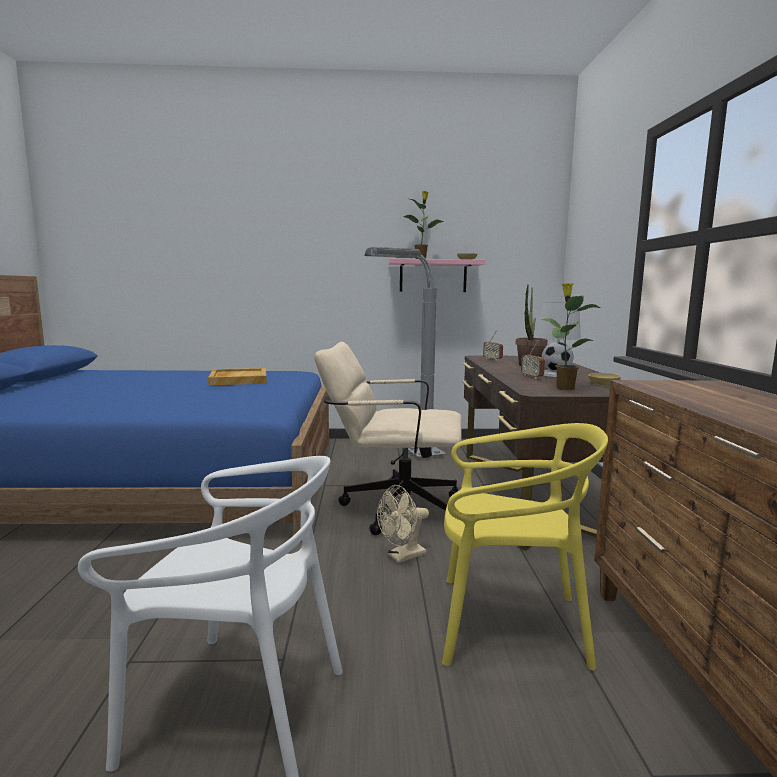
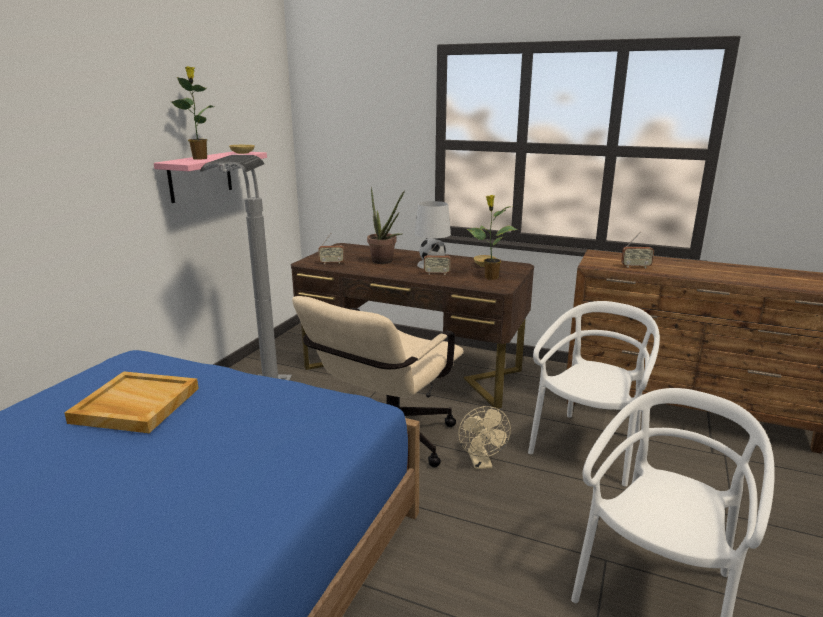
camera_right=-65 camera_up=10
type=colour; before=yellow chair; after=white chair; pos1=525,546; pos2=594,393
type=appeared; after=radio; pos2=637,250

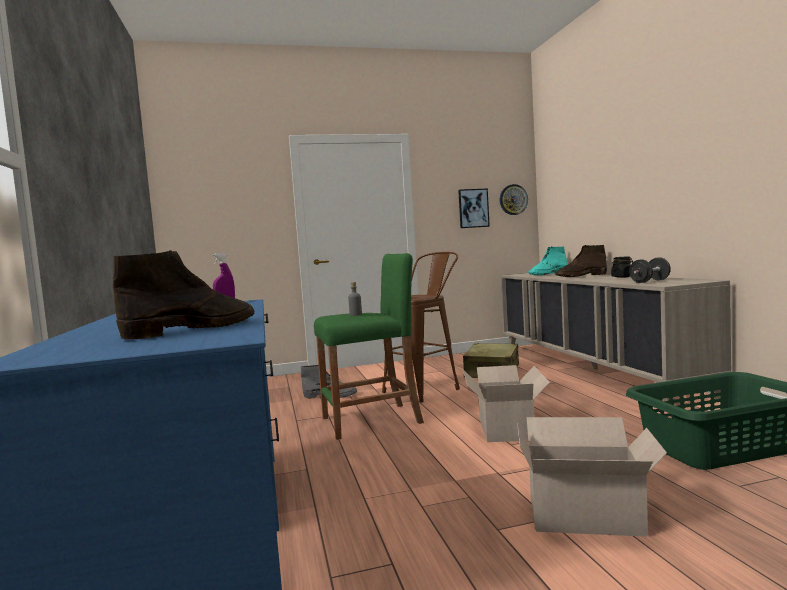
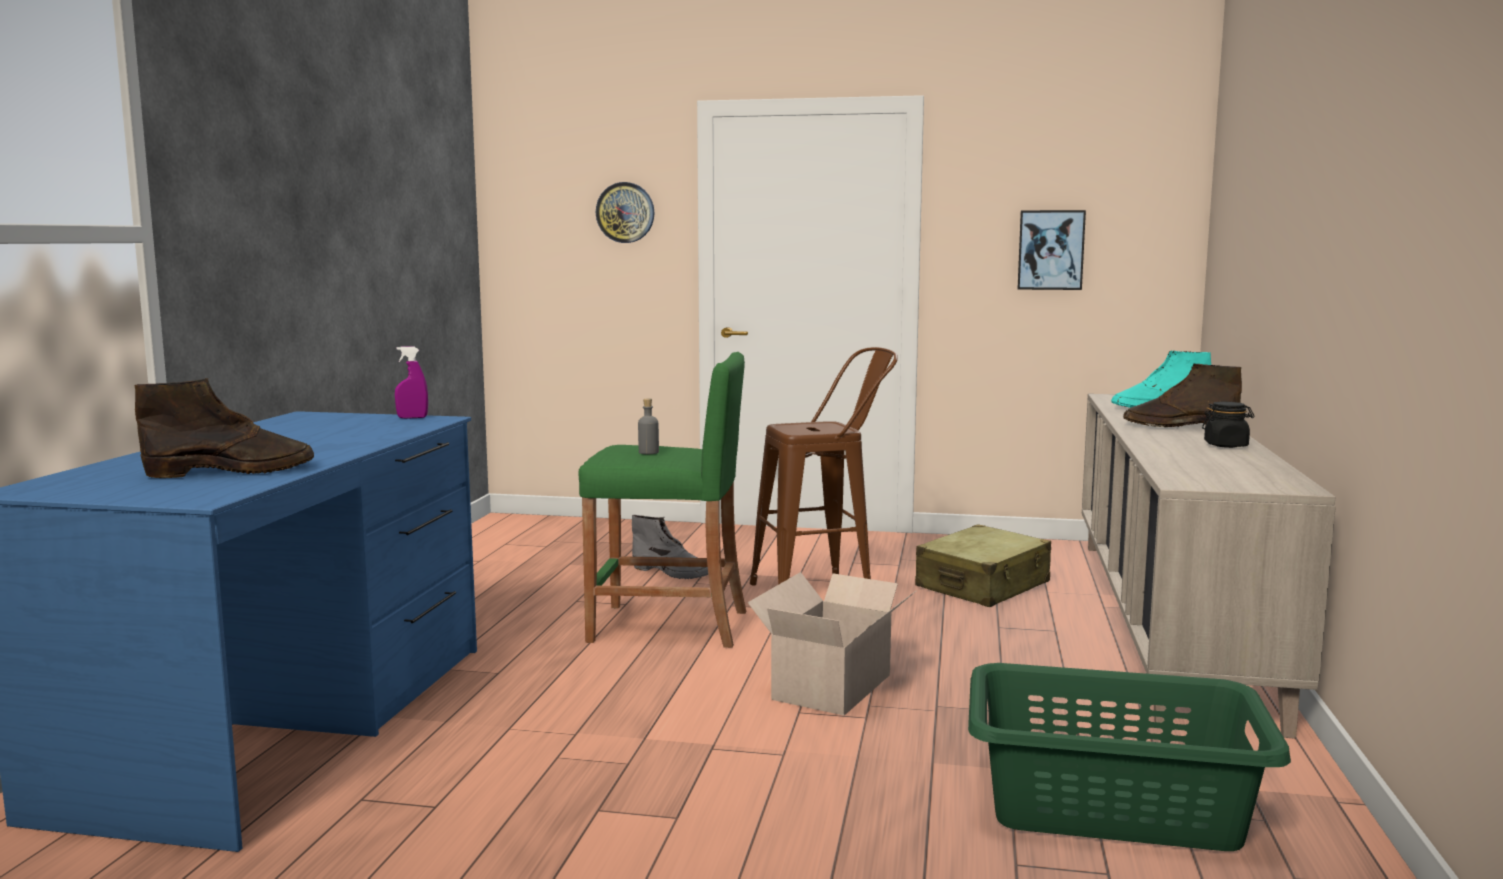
camera_right=25 camera_up=5
type=relocated; before=wall clock; pos1=514,199; pos2=625,212
type=missing; before=black dumbbell; pos1=650,270
type=missing; before=cardboard box; pos1=592,477

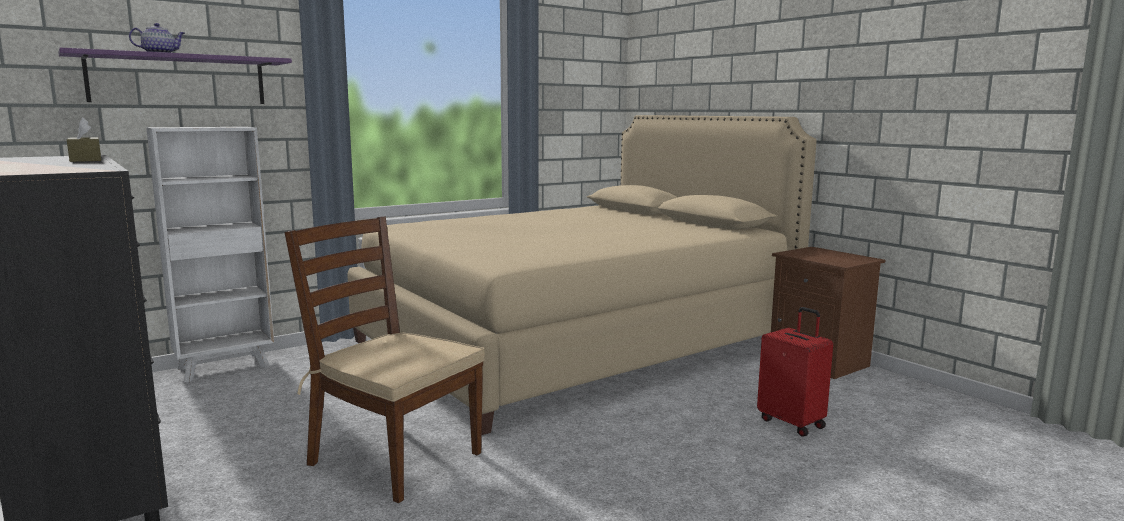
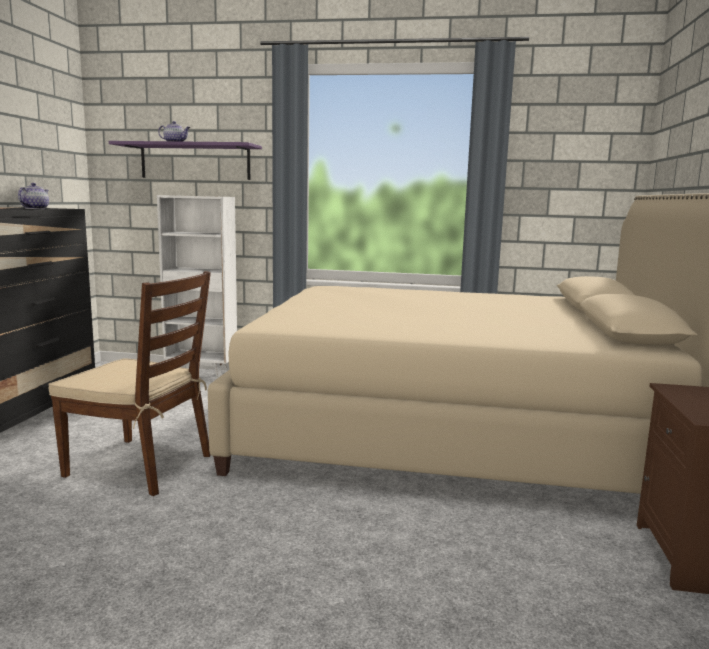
camera_right=45 camera_up=0
type=exchanged; before=brown tissue box; after=teapot; pos1=84,139; pos2=33,196
type=spun; before=brown chair; pos1=385,360; pos2=129,383; turn=120
type=missing; before=red suitcase; pos1=795,372

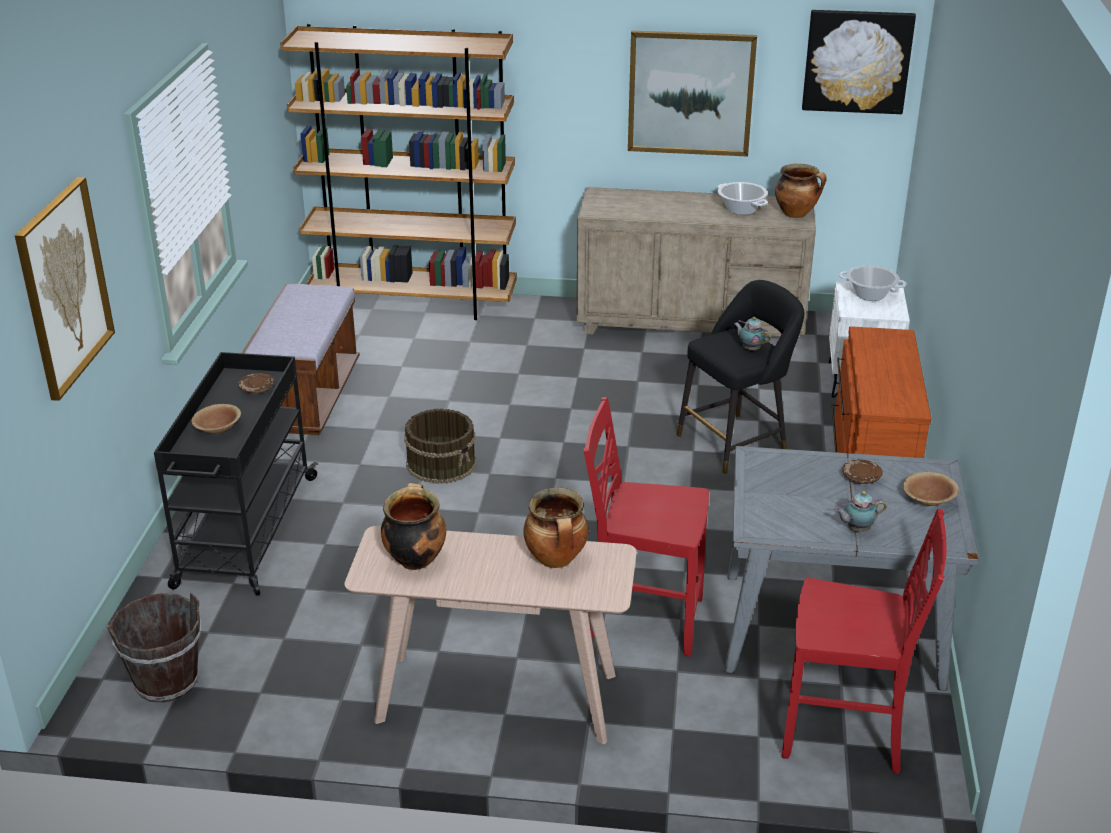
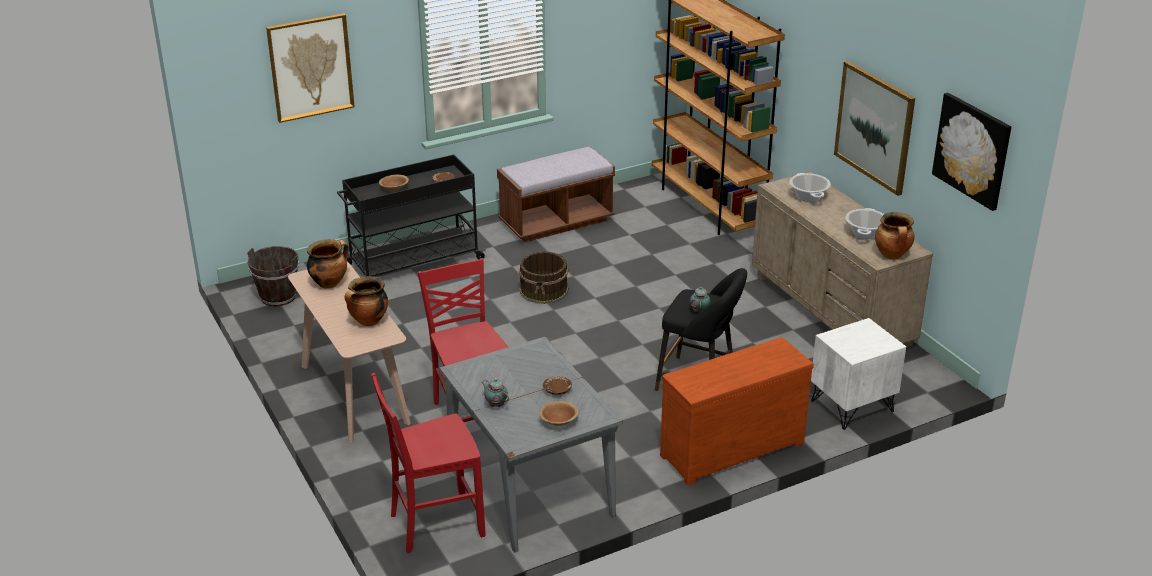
camera_right=55 camera_up=0
type=relocated; before=cooking pot; pos1=873,283; pos2=810,187
type=spun; before=red chair; pos1=864,641; pos2=428,463; turn=90

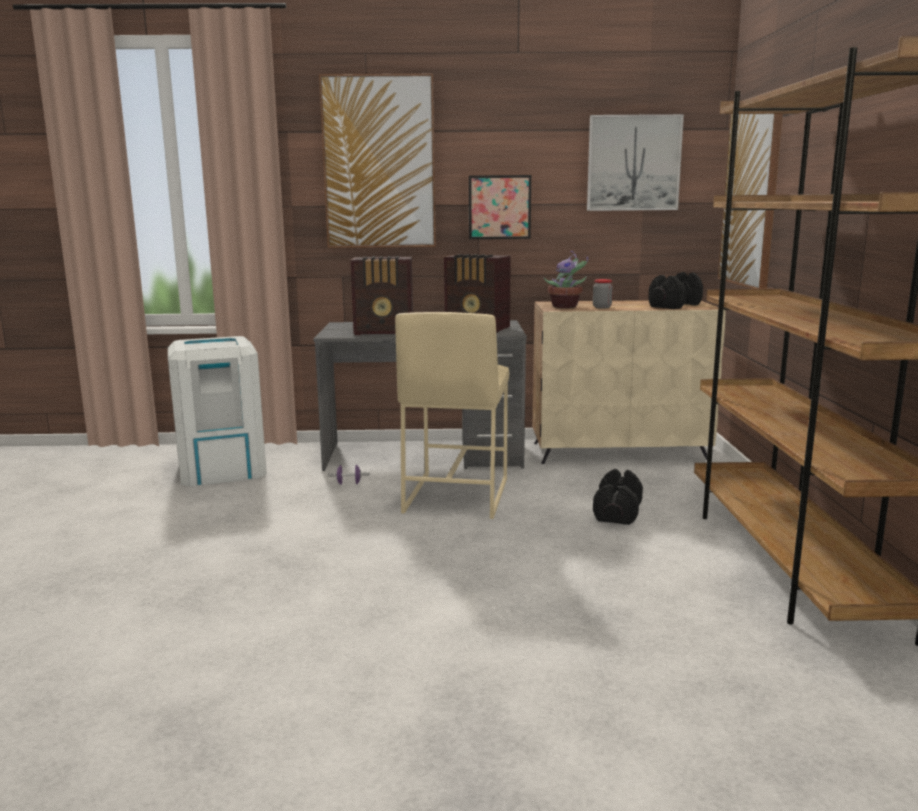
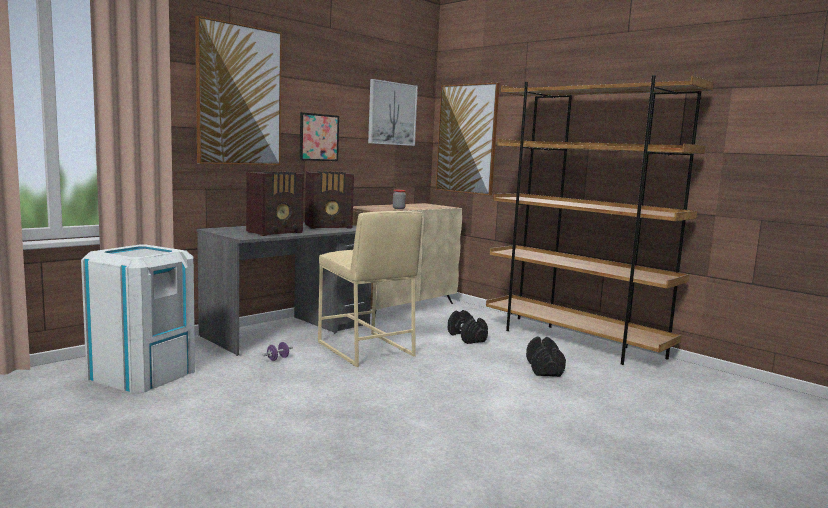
camera_right=-45 camera_up=-5
type=missing; before=potted plant; pos1=565,279
type=relocated; before=black dumbbell; pos1=675,290; pos2=546,356

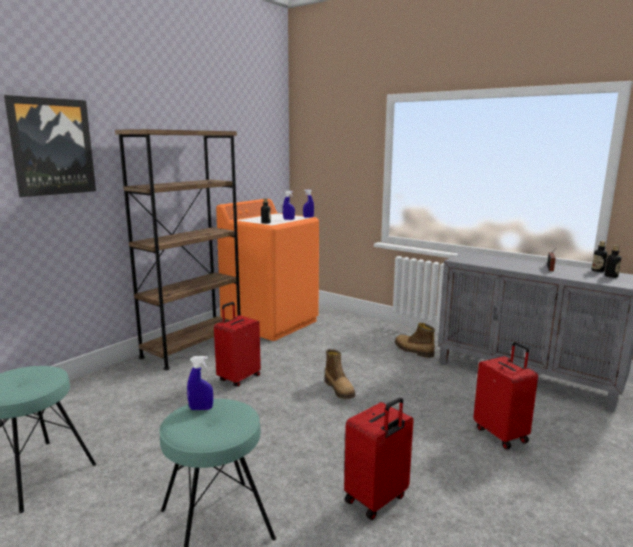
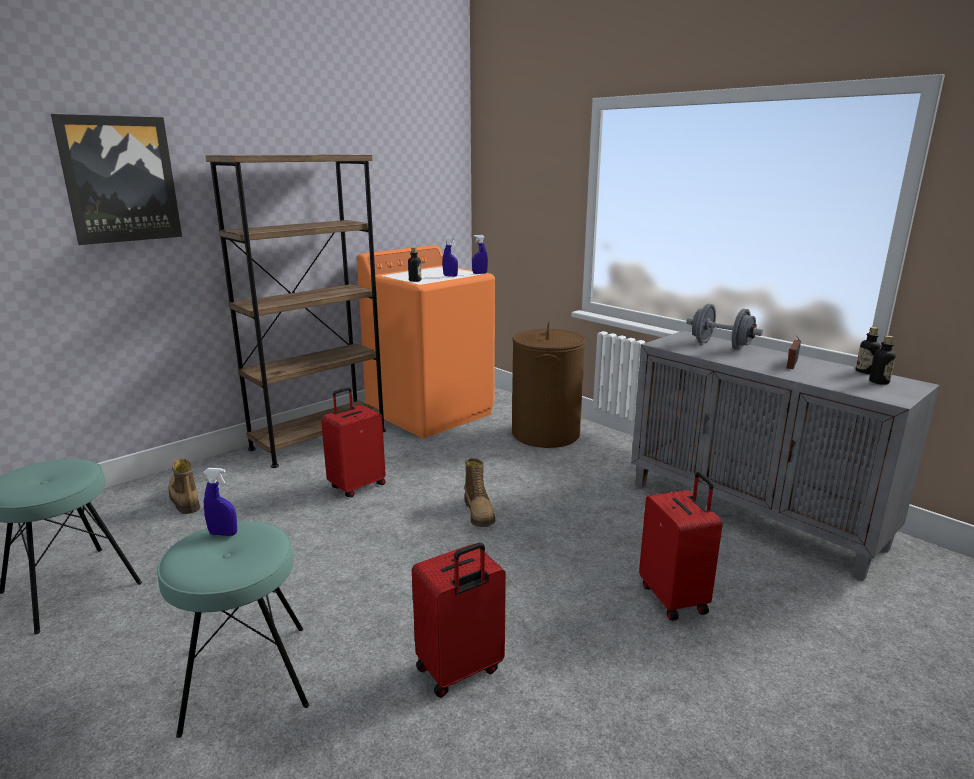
camera_right=10 camera_up=5
type=relocated; before=boot; pos1=415,340; pos2=184,486
type=appeared; after=grey dumbbell; pos2=724,327
type=appeared; after=brown laundry basket; pos2=548,384

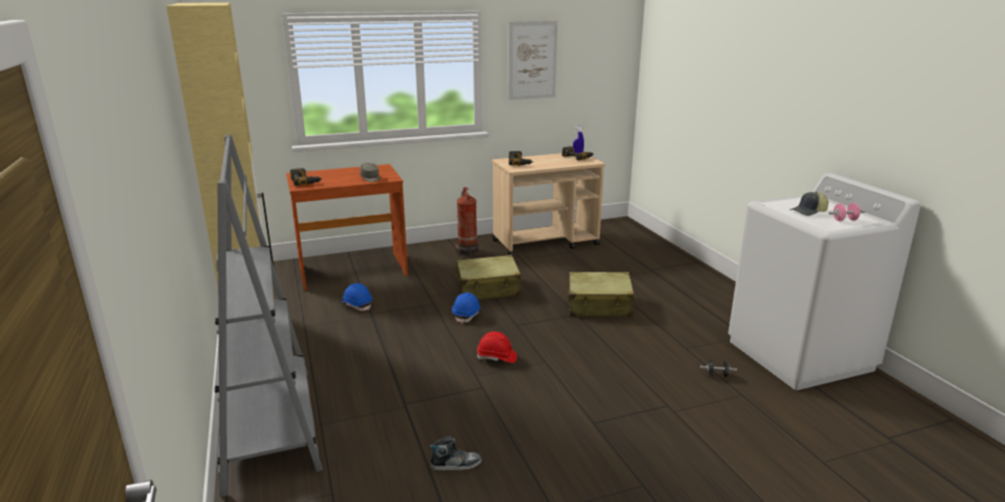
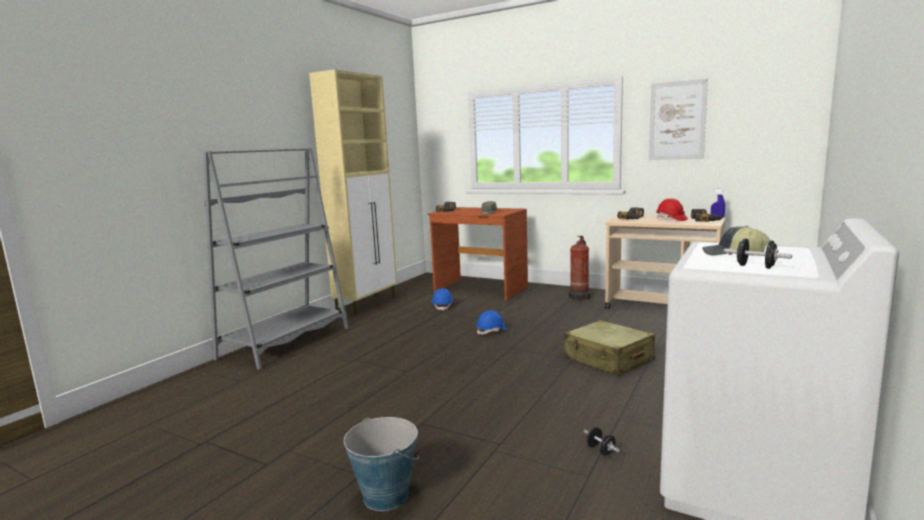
camera_right=50 camera_up=-10
type=colour; before=pink dumbbell; after=black dumbbell; pos1=847,212; pos2=758,253
type=missing; before=beige suitcase; pos1=490,277
type=relocated; before=red hard hat; pos1=497,347; pos2=672,209
type=missing; before=shoe; pos1=455,453
type=appeared; after=bucket; pos2=381,464

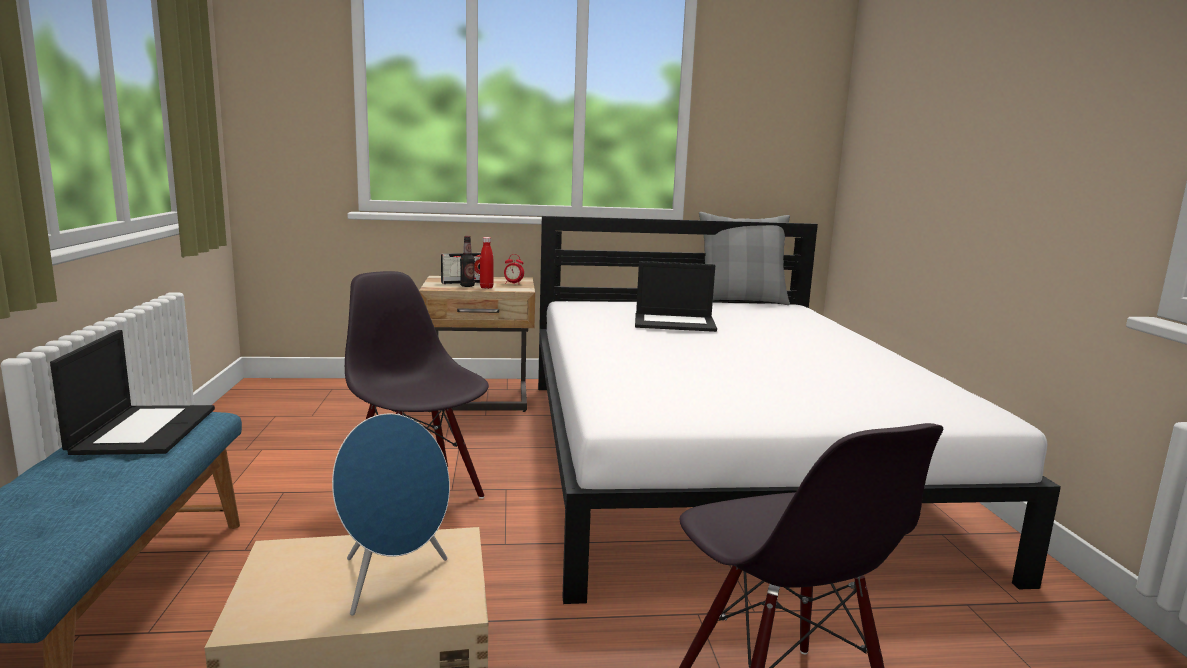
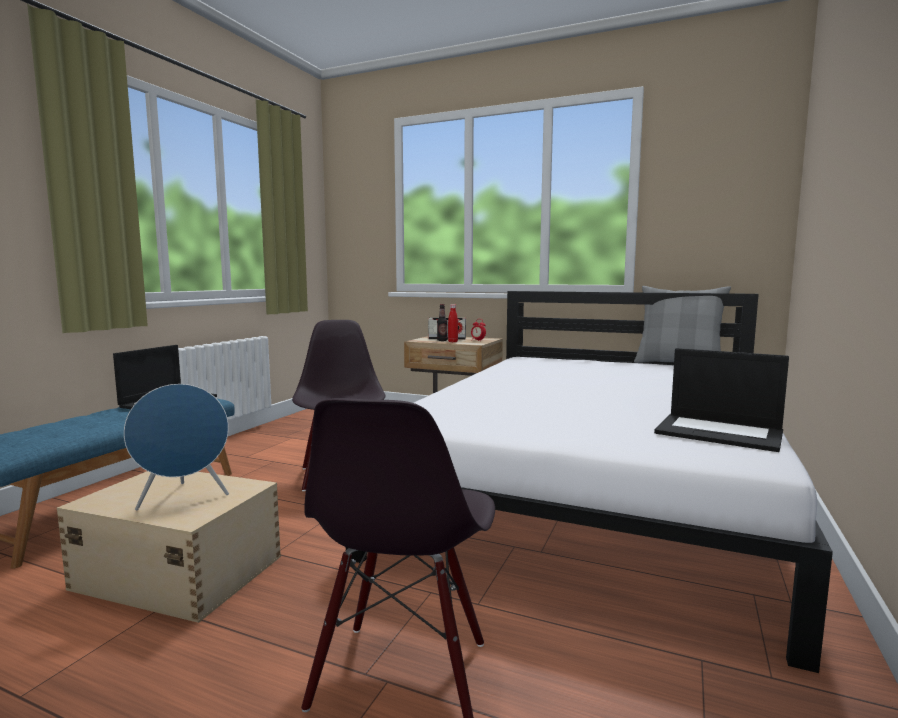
camera_right=30 camera_up=-5
type=relocated; before=laptop; pos1=676,296; pos2=721,400

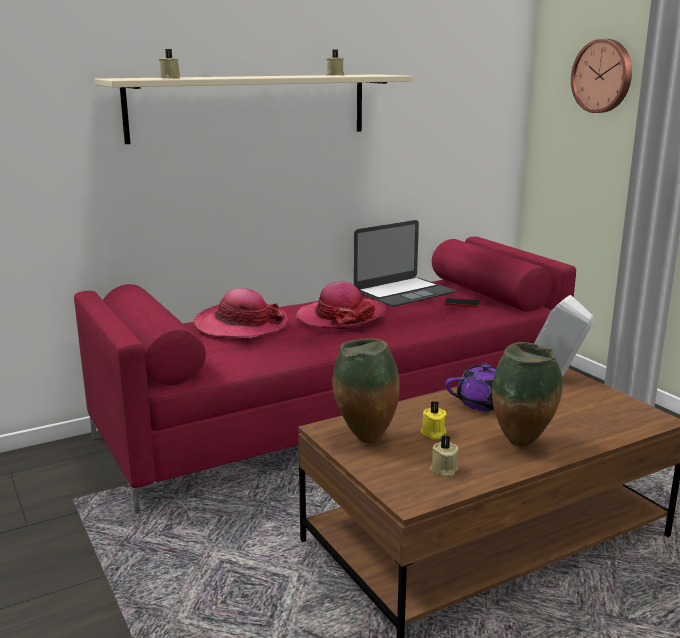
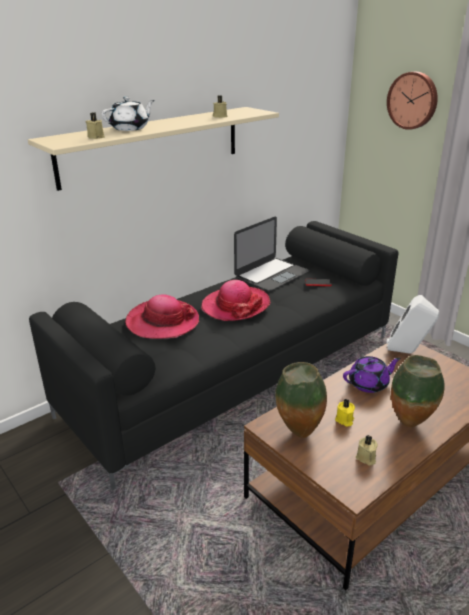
camera_right=-10 camera_up=10
type=colour; before=red sofa; after=black sofa; pos1=325,375; pos2=213,355
type=appeared; after=white teapot; pos2=128,114

